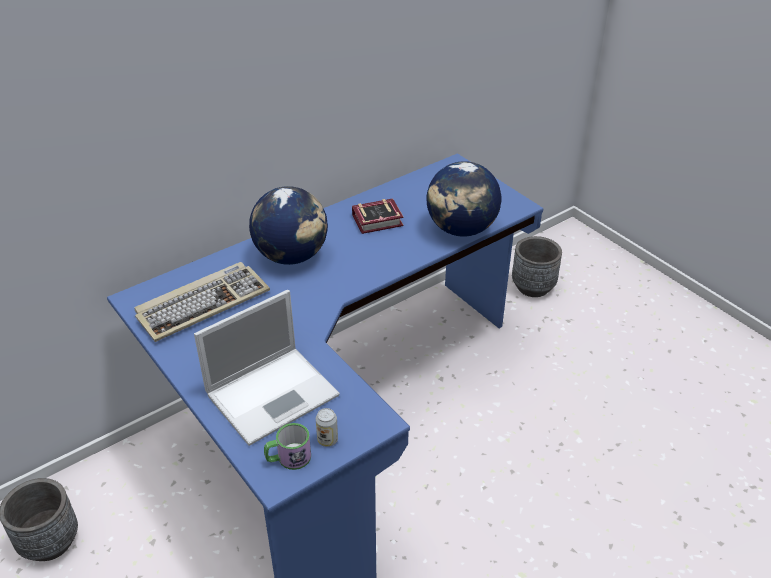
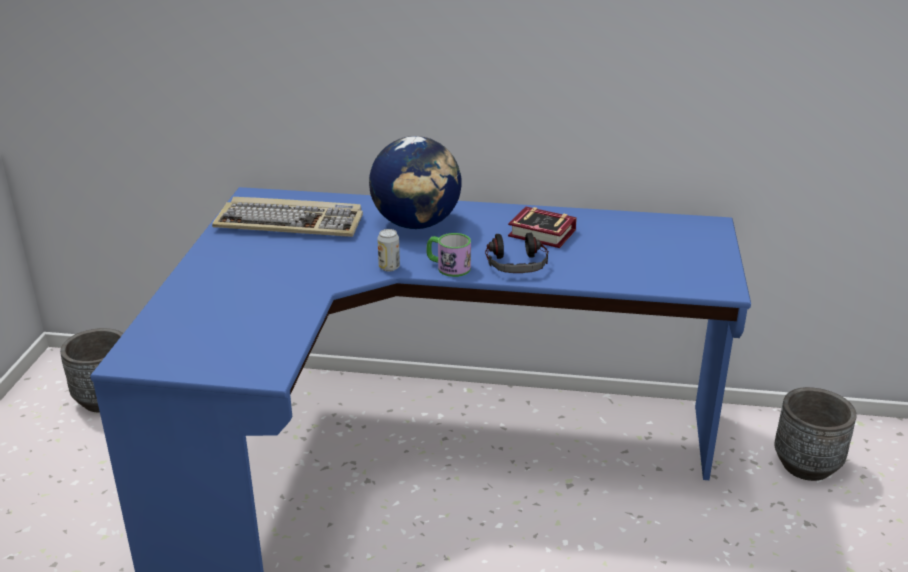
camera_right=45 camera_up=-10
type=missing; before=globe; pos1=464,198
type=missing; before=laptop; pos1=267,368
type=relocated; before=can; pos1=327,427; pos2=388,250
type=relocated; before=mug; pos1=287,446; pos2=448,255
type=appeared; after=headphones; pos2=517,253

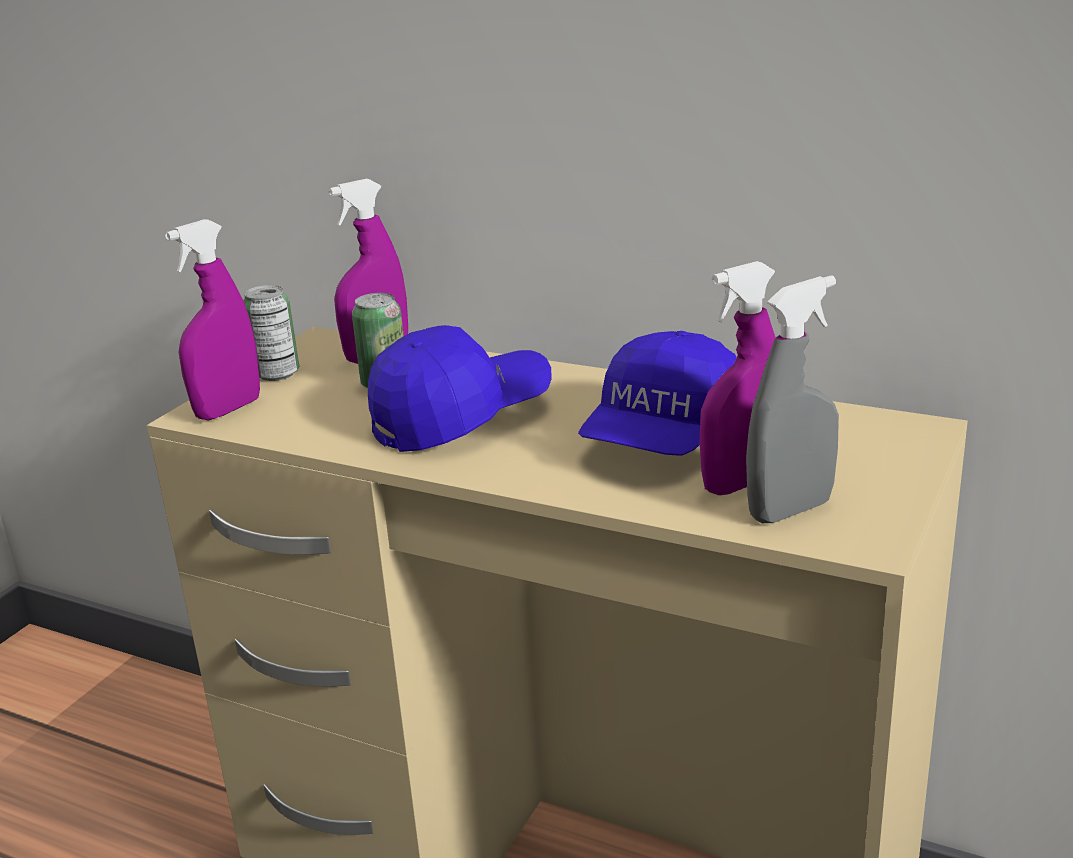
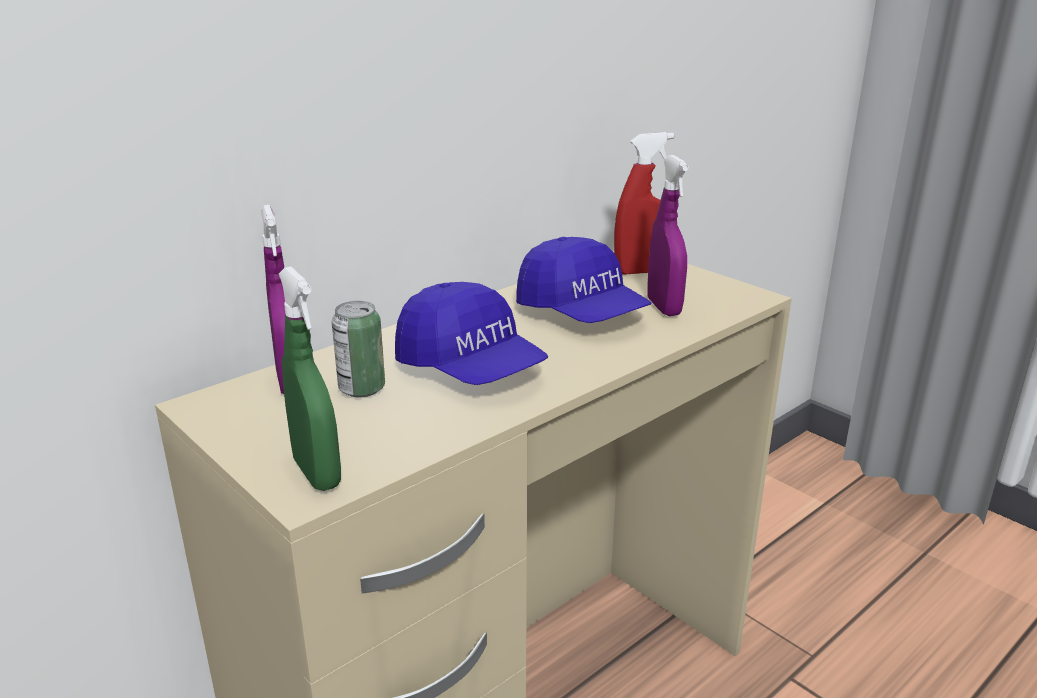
camera_right=-70 camera_up=0
type=colour; before=purple spray bottle; after=green spray bottle; pos1=212,320; pos2=310,379
type=missing; before=grey spray bottle; pos1=792,399
type=missing; before=can; pos1=271,333
type=spun; before=blue cap; pos1=460,388; pos2=471,333; turn=150
type=appeared; after=red spray bottle; pos2=644,203

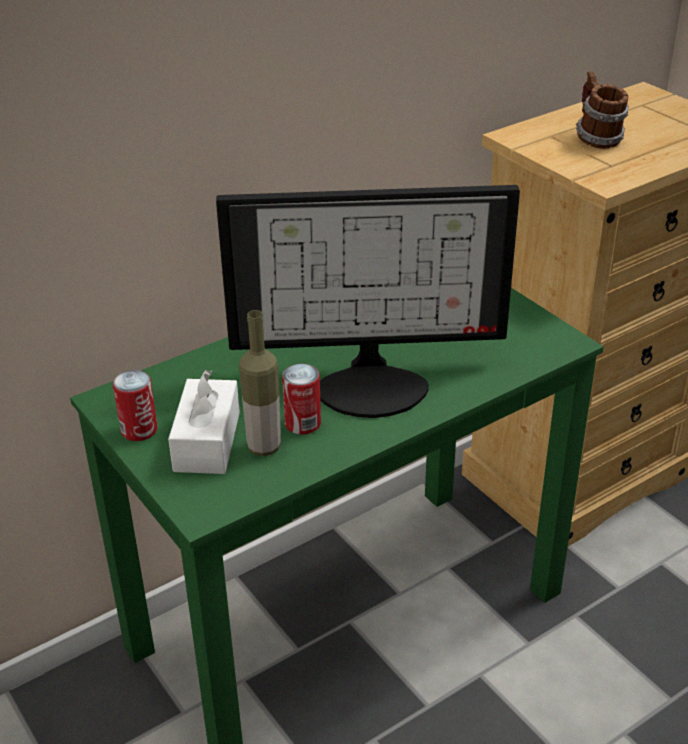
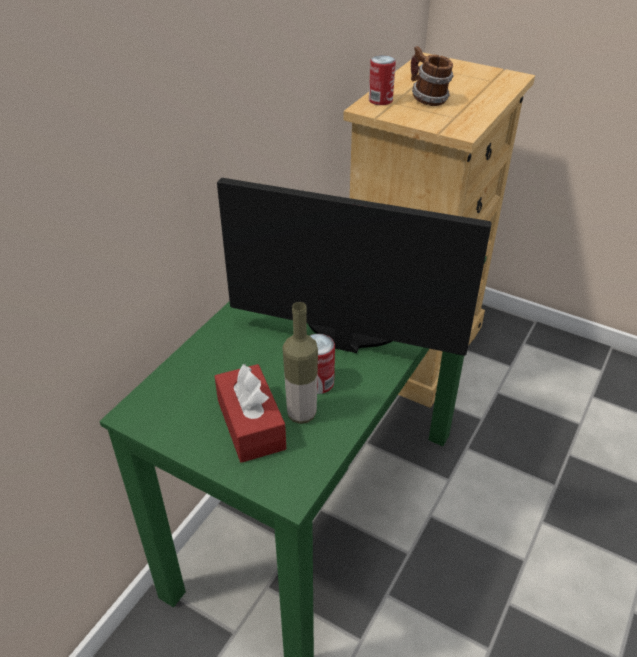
camera_right=-25 camera_up=5
type=spun; before=monitor; pos1=368,301; pos2=354,267; turn=-135
type=relocated; before=can; pos1=135,405; pos2=382,80
type=colour; before=white tissue box; after=red tissue box; pos1=204,422; pos2=250,413

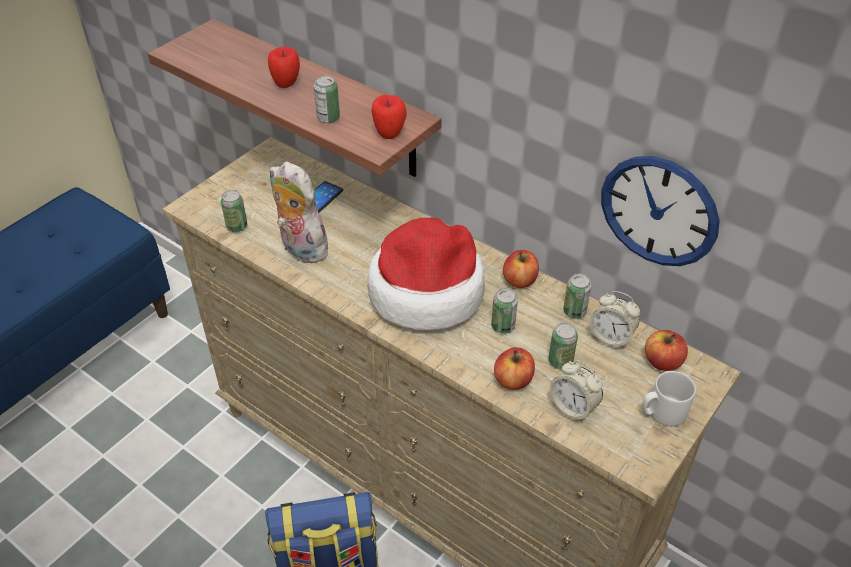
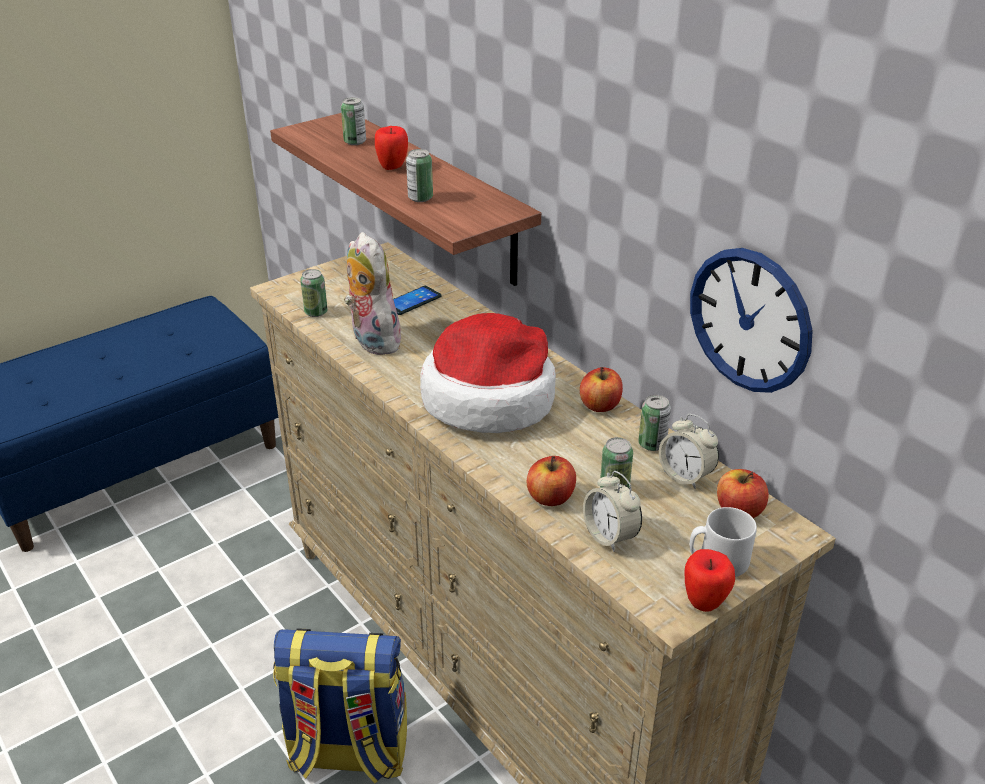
camera_right=15 camera_up=-10
type=relocated; before=apple; pos1=389,117; pos2=709,580
type=relocated; before=can; pos1=504,311; pos2=353,121

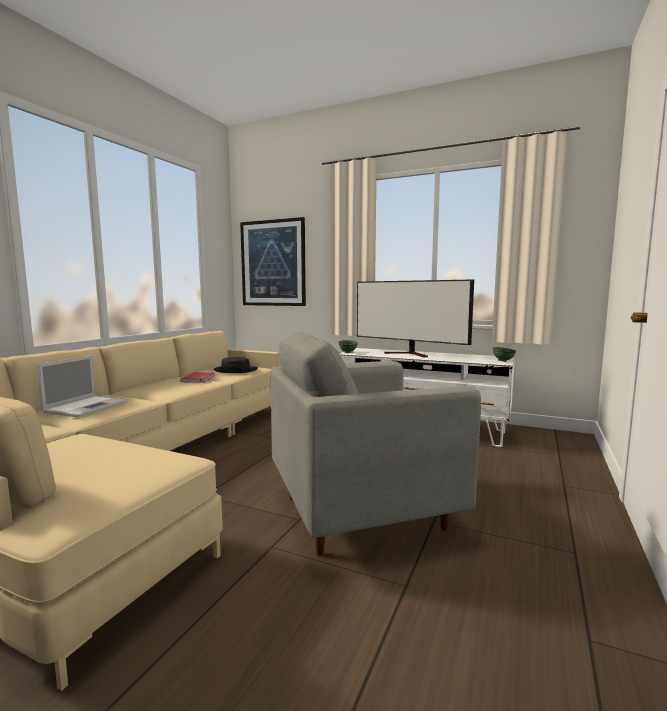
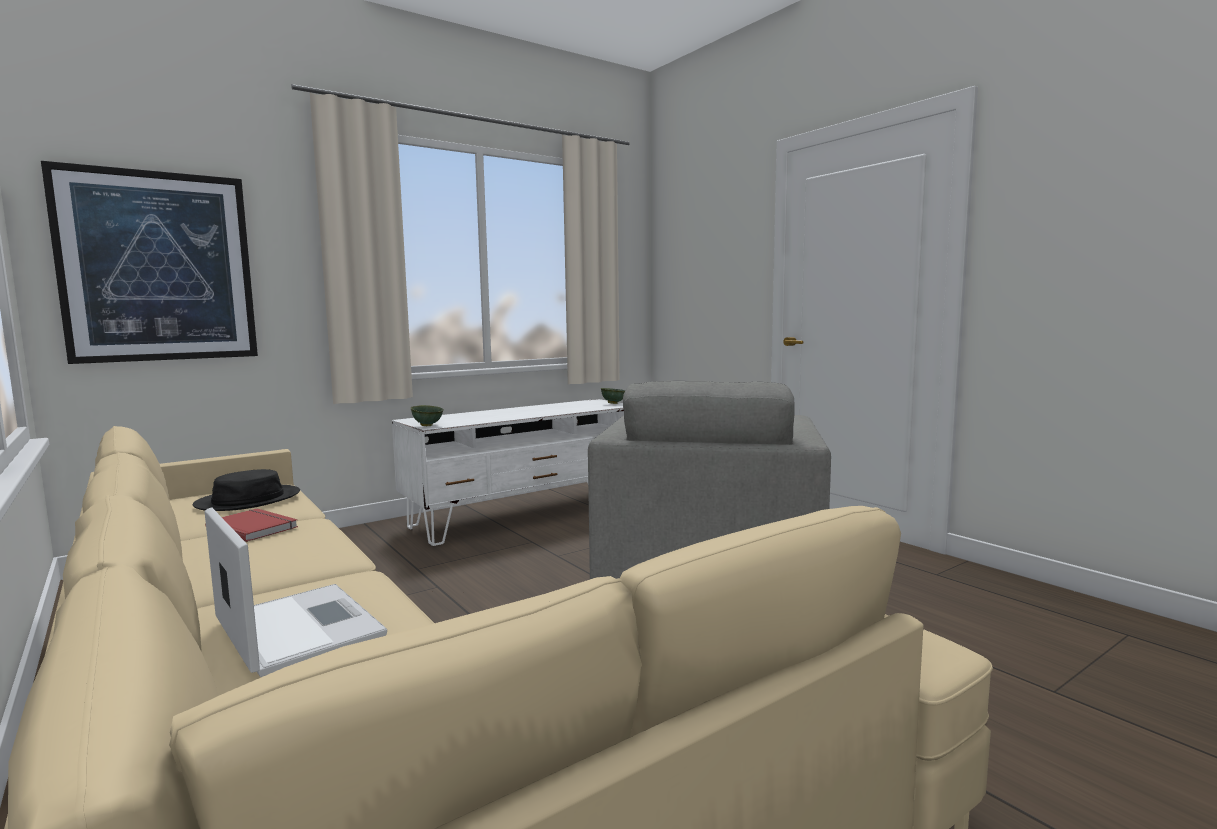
camera_right=-60 camera_up=0
type=missing; before=television; pos1=415,318

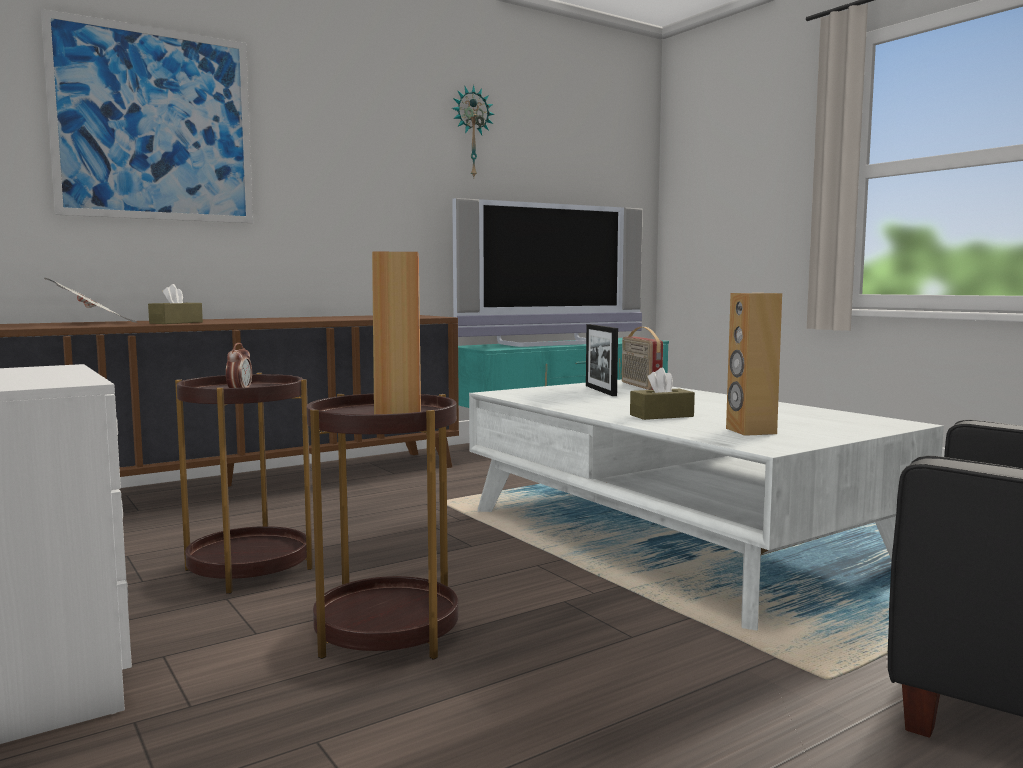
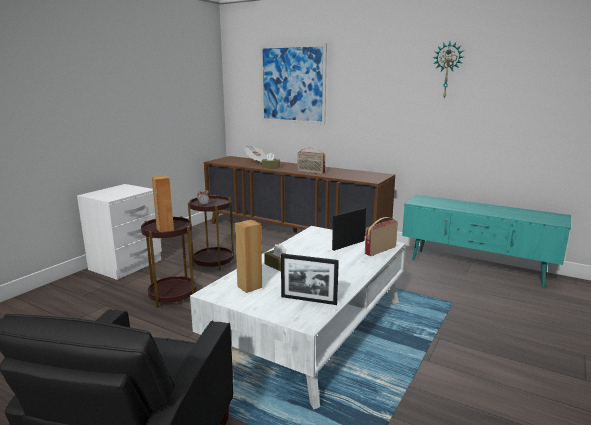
camera_right=65 camera_up=10
type=missing; before=television; pos1=547,272
type=appeared; after=radio; pos2=311,161
type=appeared; after=picture frame; pos2=310,279

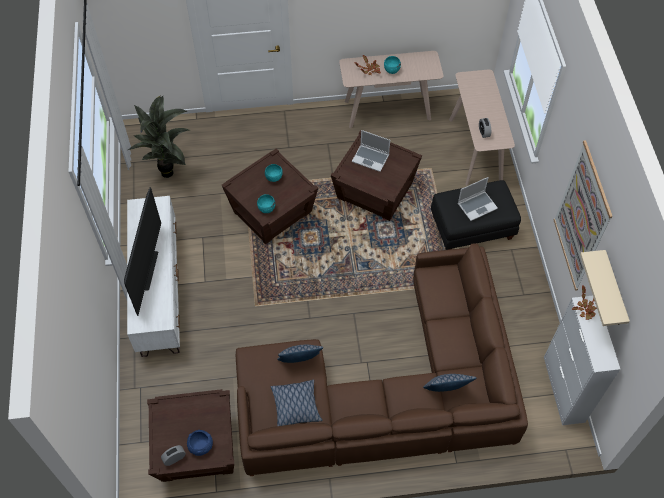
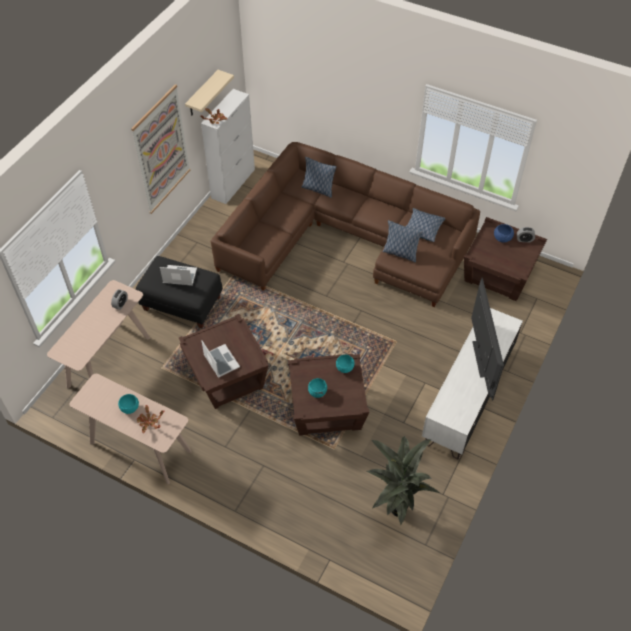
camera_right=-145 camera_up=-5
type=spun; before=television; pos1=142,251; pos2=487,339; turn=135

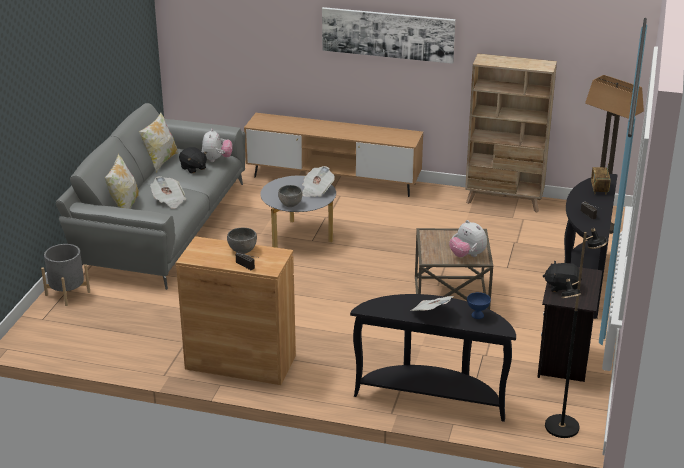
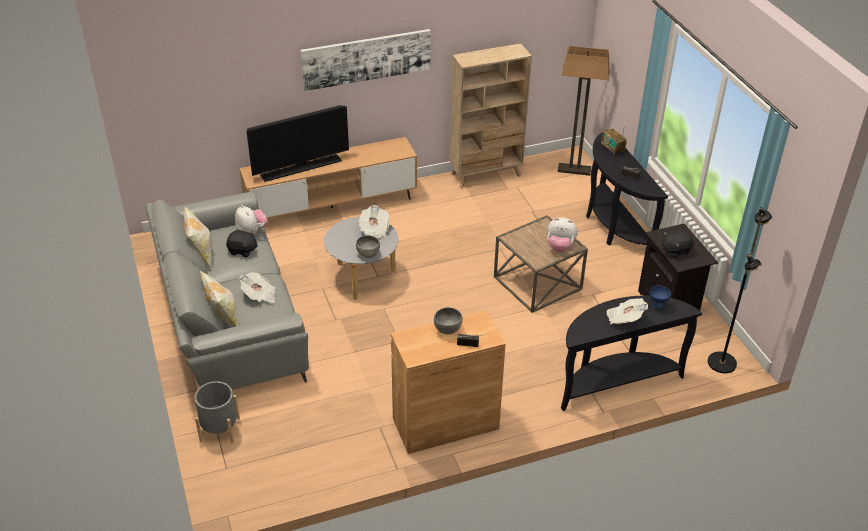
camera_right=-35 camera_up=10
type=appeared; after=television; pos2=297,143

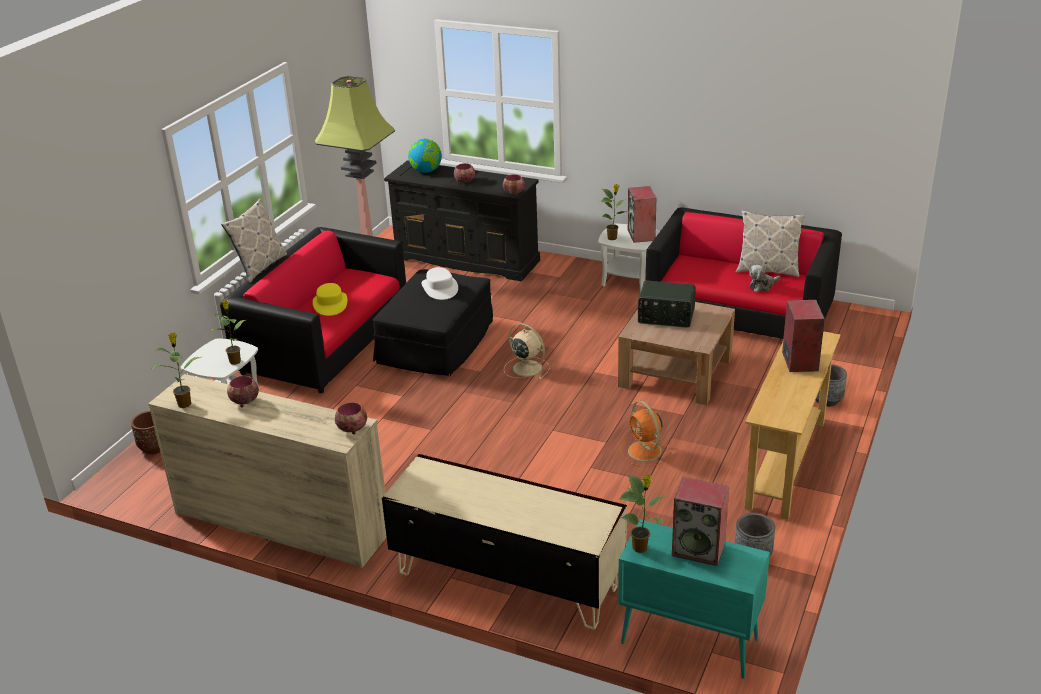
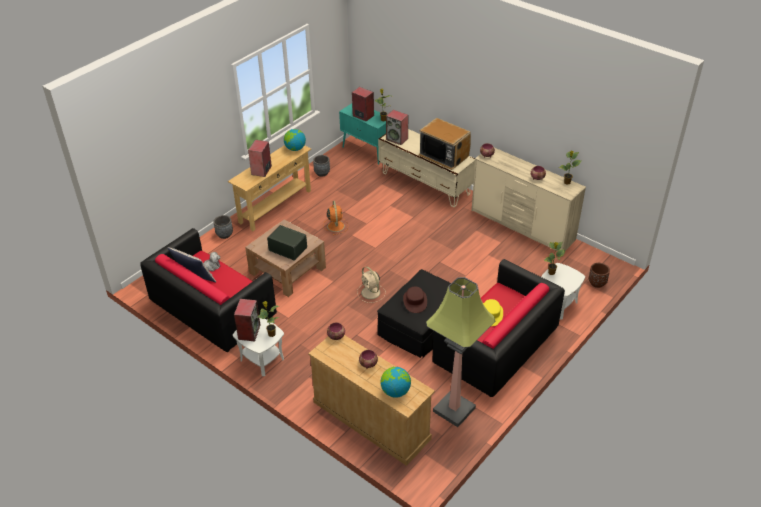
camera_right=-165 camera_up=10
type=colour; before=black dresser; after=beige dresser; pos1=462,221; pos2=371,400
type=missing; before=pillow; pos1=254,240
type=colour; before=white hat; after=brown hat; pos1=439,283; pos2=415,300
type=appeared; after=speaker; pos2=397,127
type=appeared; after=television; pos2=444,144
type=appeared; after=globe; pos2=295,140

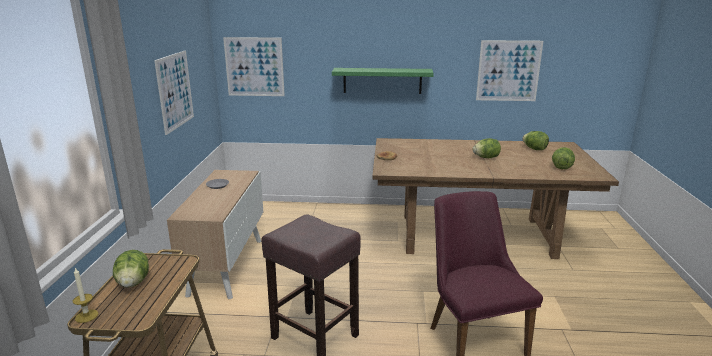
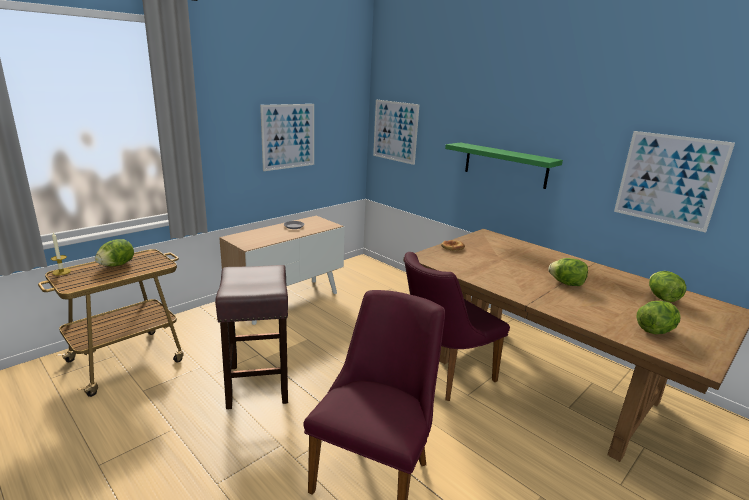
camera_right=40 camera_up=0
type=appeared; after=purple chair; pos2=457,326

